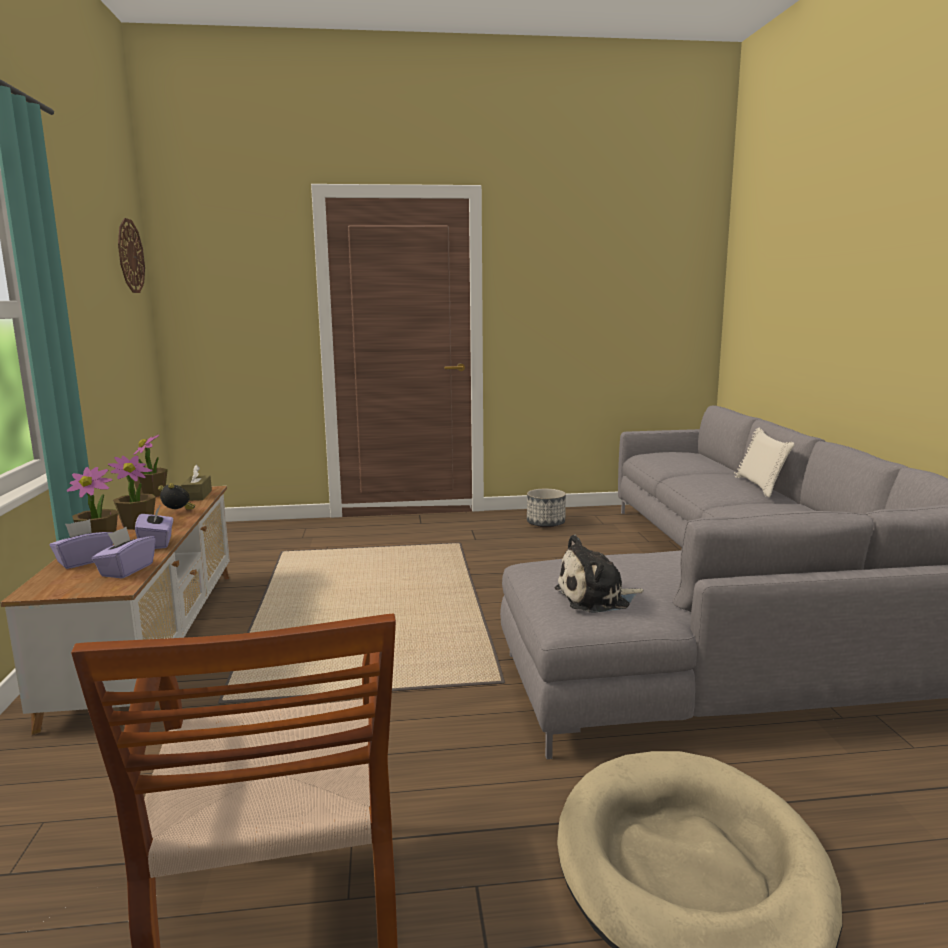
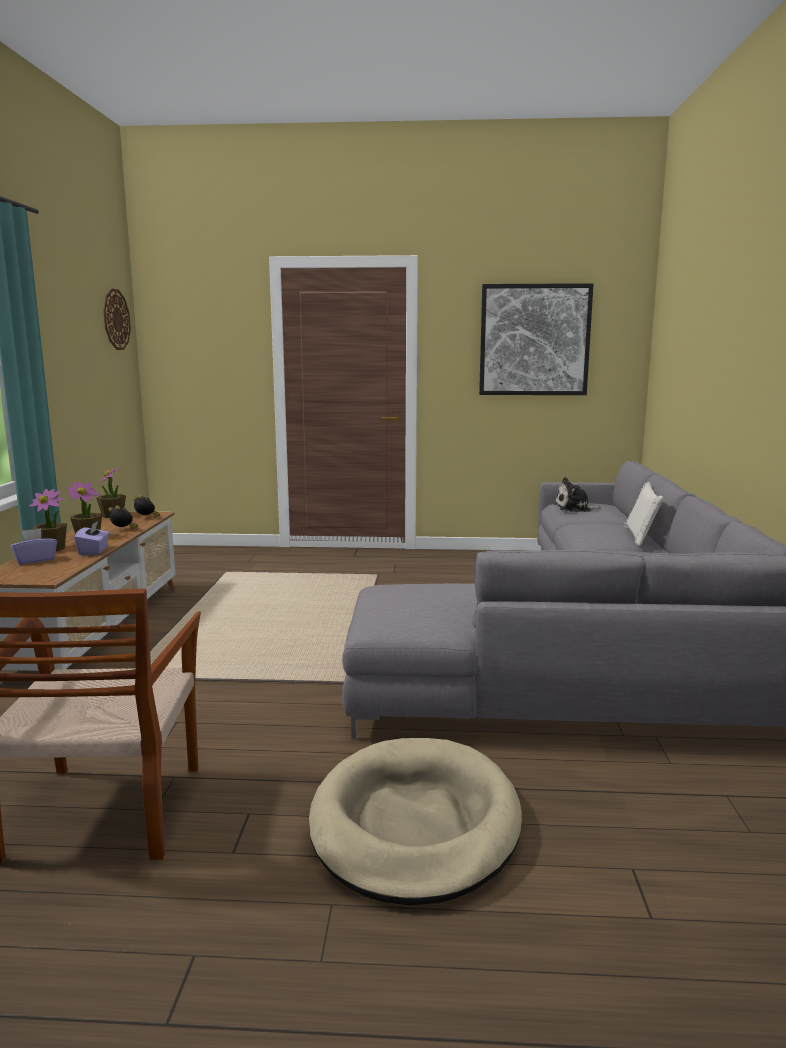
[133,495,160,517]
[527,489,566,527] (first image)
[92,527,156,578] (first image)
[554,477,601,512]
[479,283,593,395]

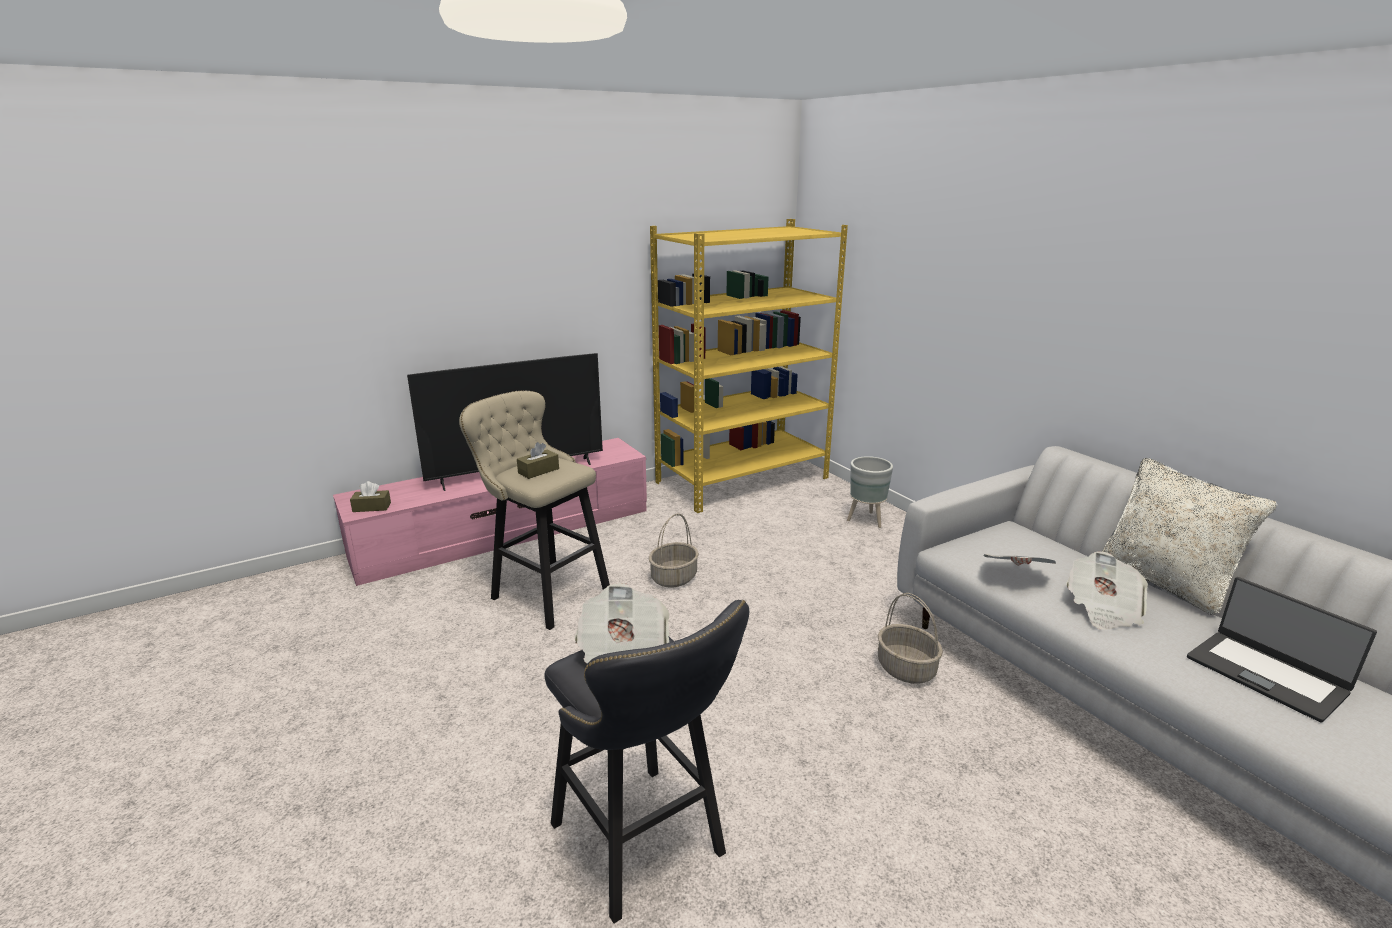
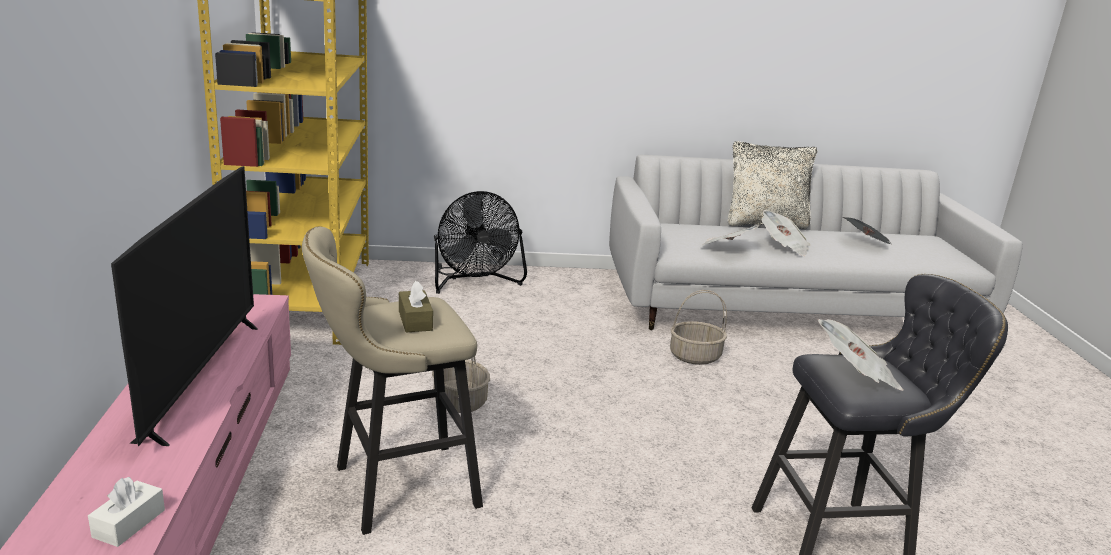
[434,191,527,294]
[88,477,165,547]
[843,217,891,244]

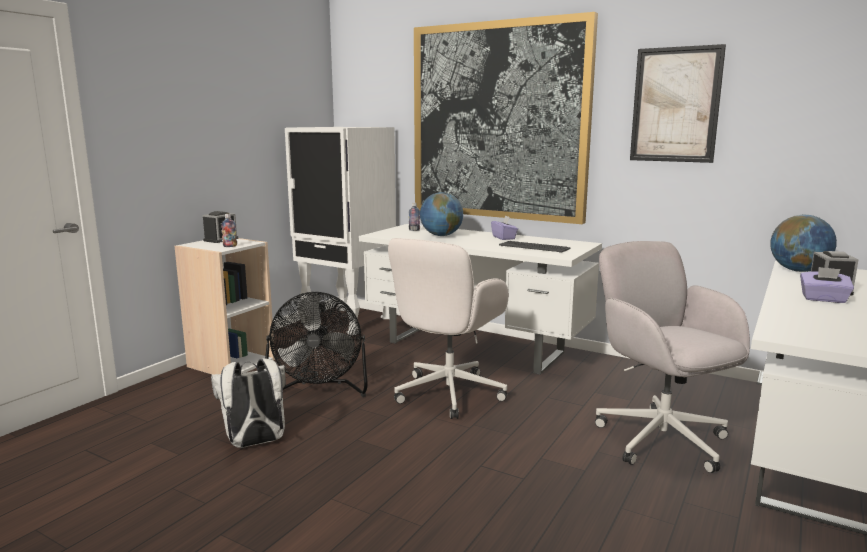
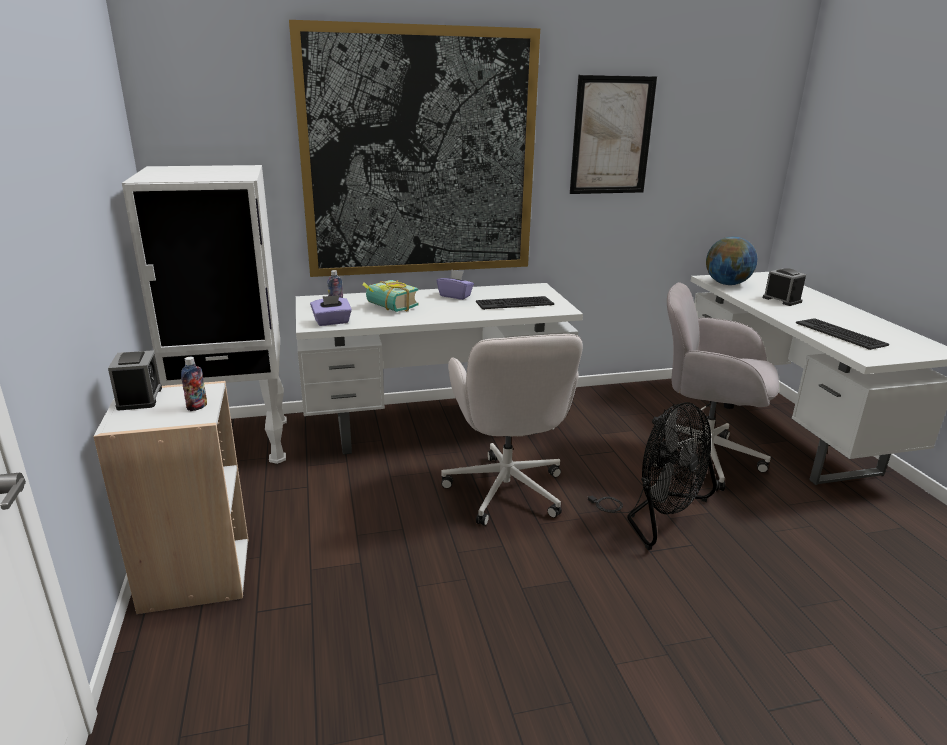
[363,280,419,312]
[310,295,352,326]
[588,402,717,550]
[211,358,286,448] (first image)
[796,318,889,350]

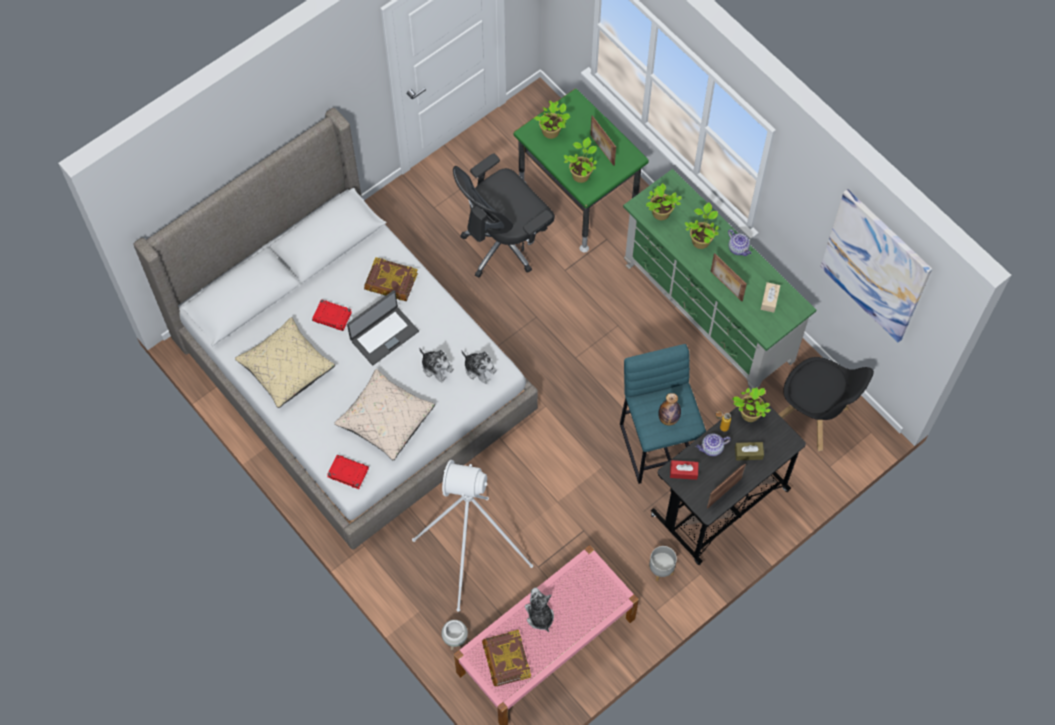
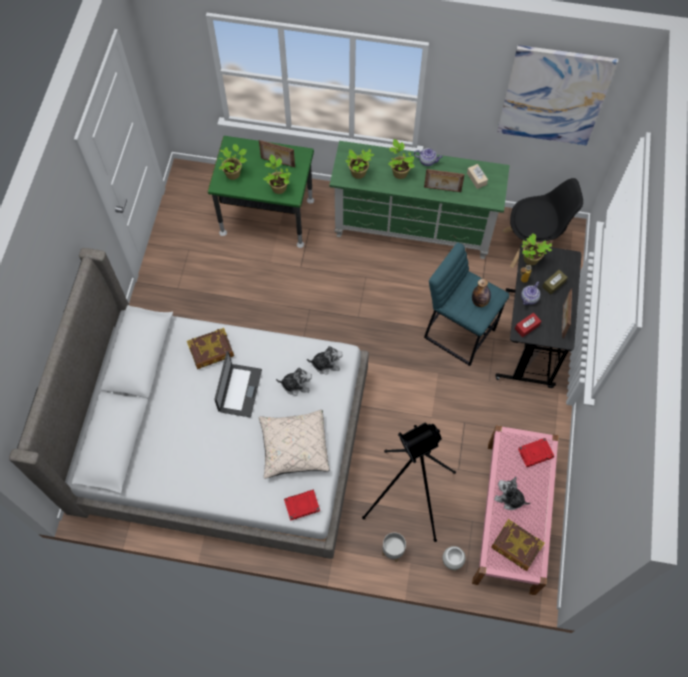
[453,153,555,278] (first image)
[518,438,554,467]
[235,317,335,408] (first image)
[362,423,456,542]
[382,533,406,562]

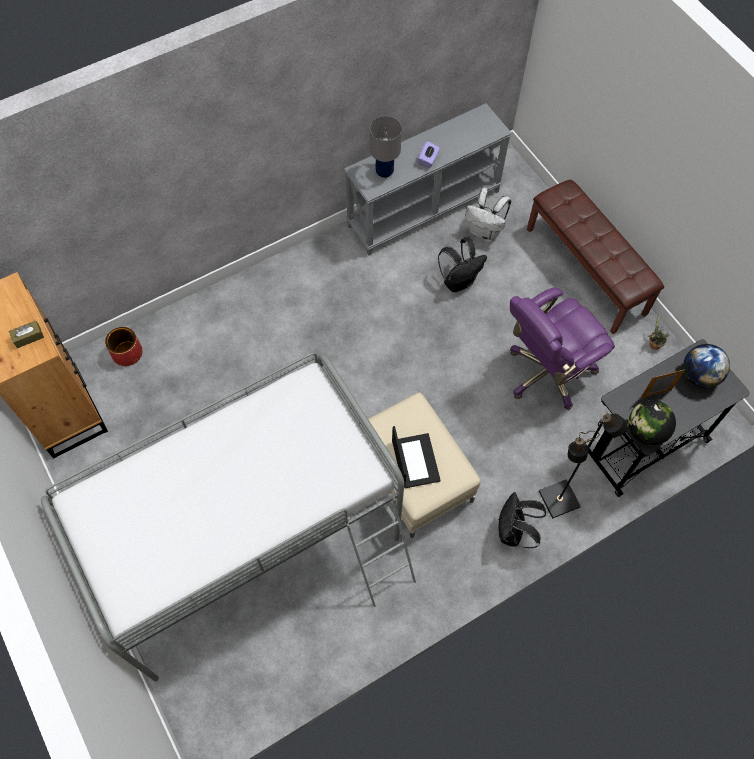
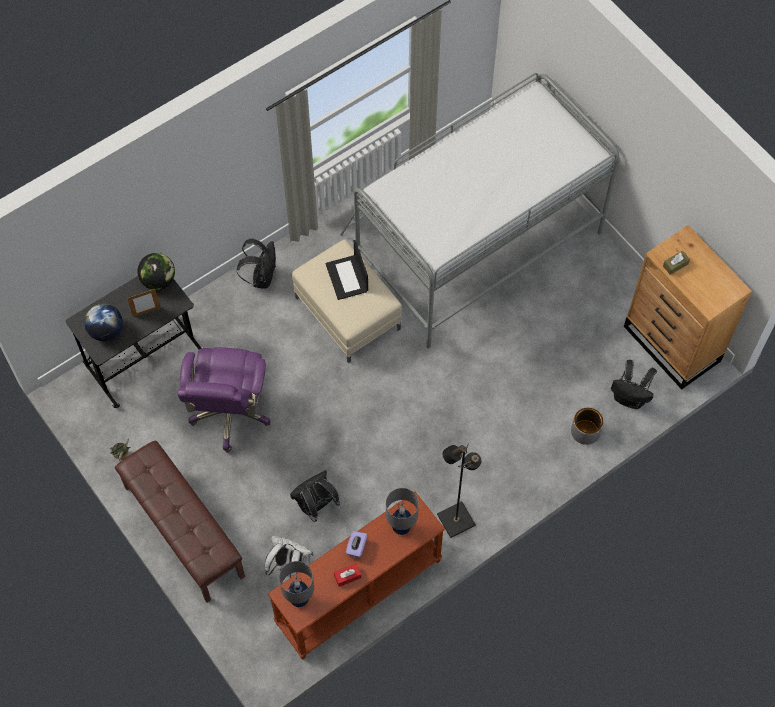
[268,491,445,660]
[177,347,271,453]
[611,360,657,409]
[437,444,482,538]
[571,408,604,445]
[279,561,314,607]
[334,563,361,587]

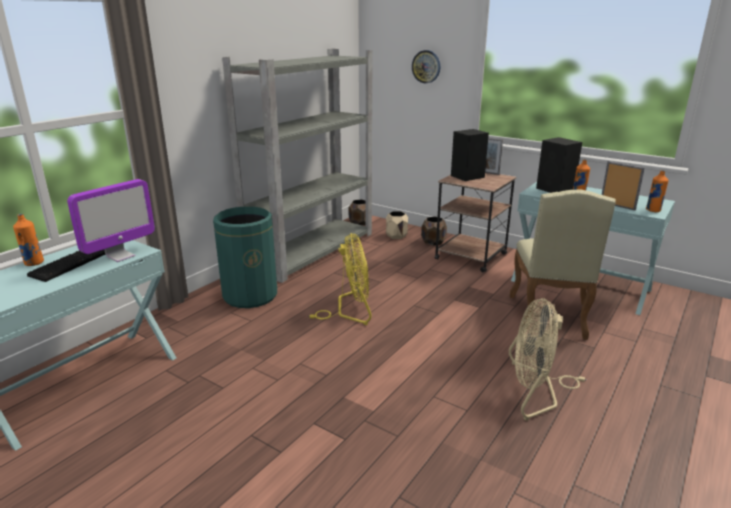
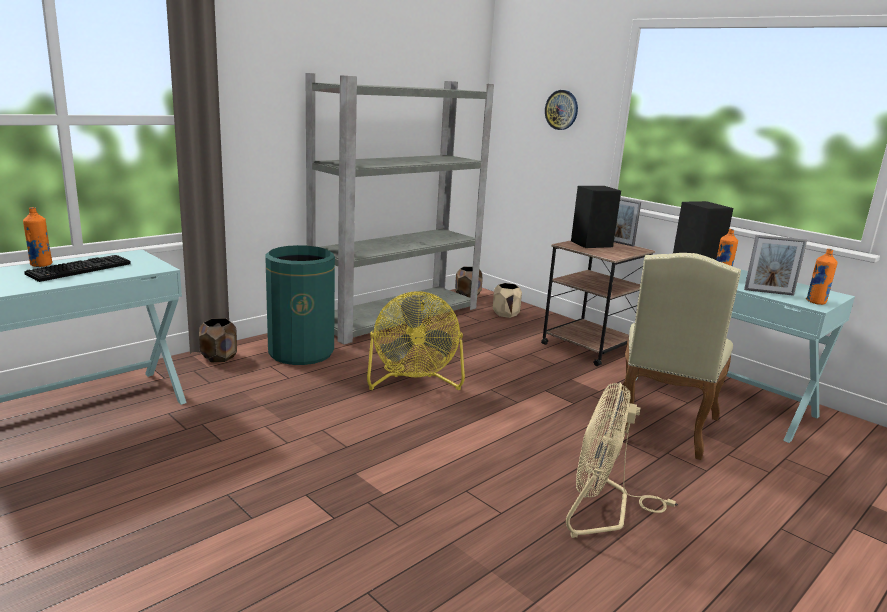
[744,235,807,296]
[67,179,155,262] (first image)
[199,318,237,362]
[367,291,465,390]

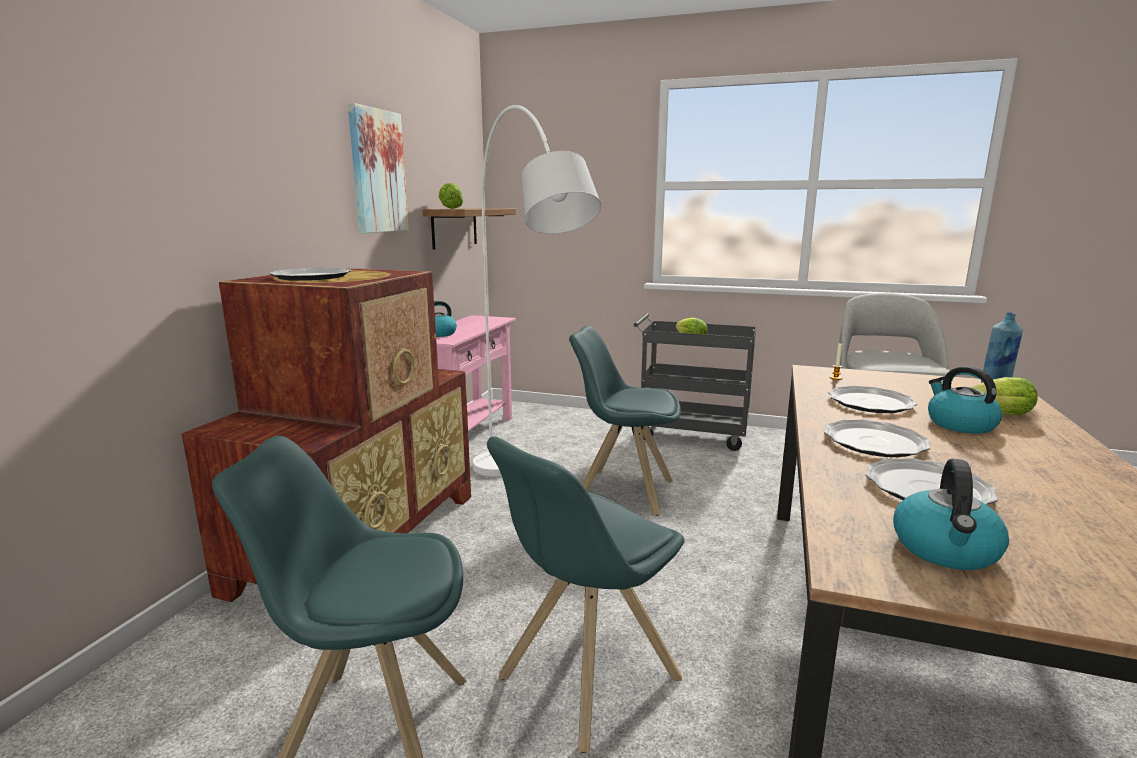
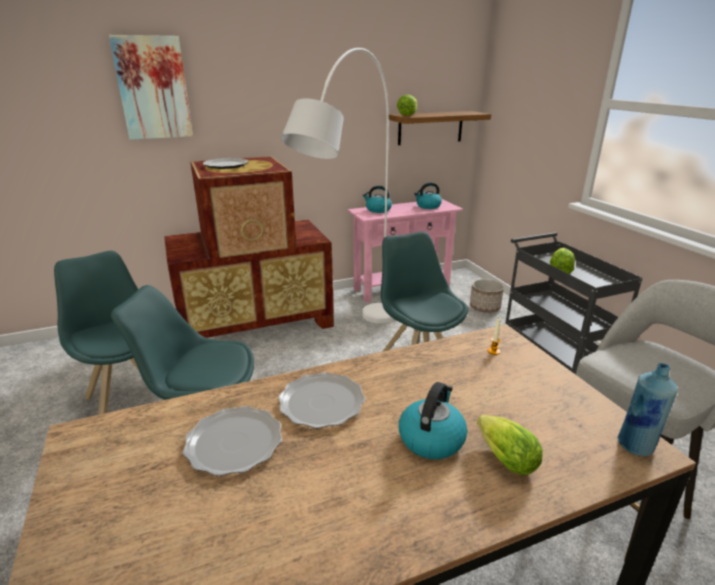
[109,35,193,140]
[828,386,918,413] (first image)
[414,183,442,209]
[470,279,504,313]

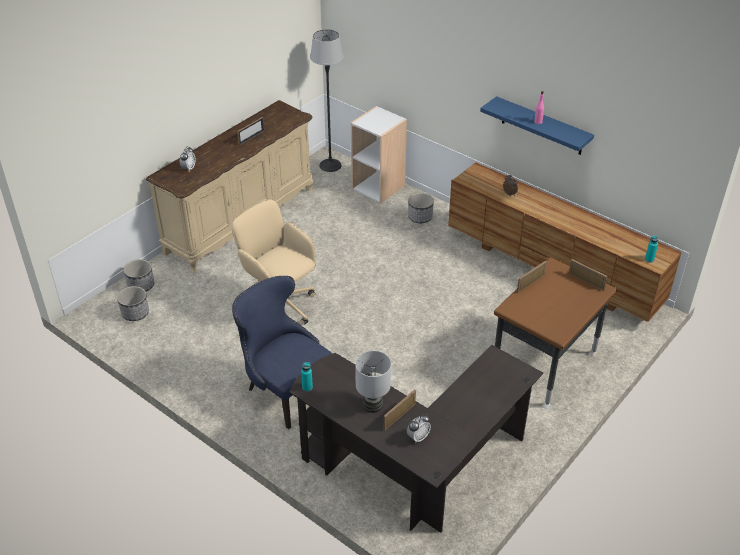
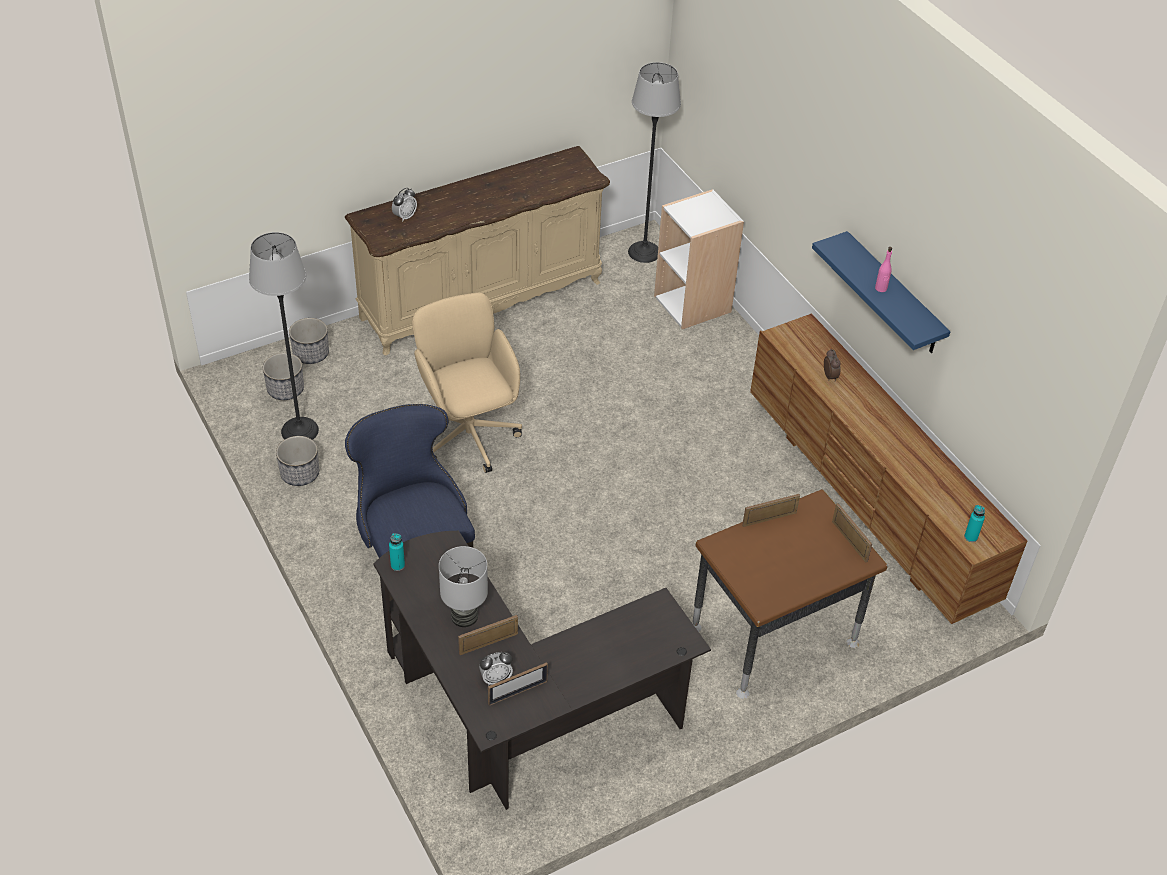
[488,662,548,706]
[276,436,319,486]
[249,232,319,440]

